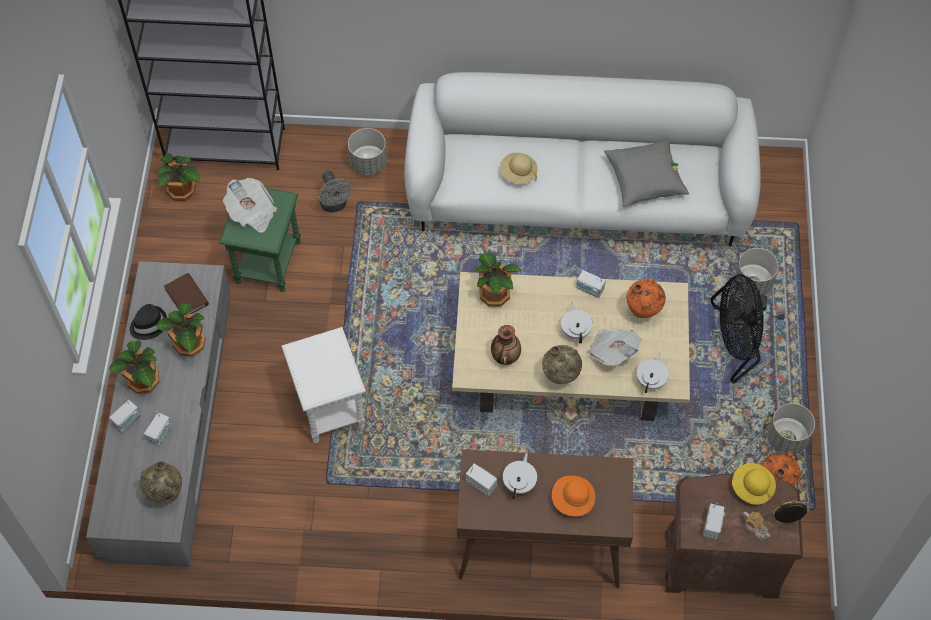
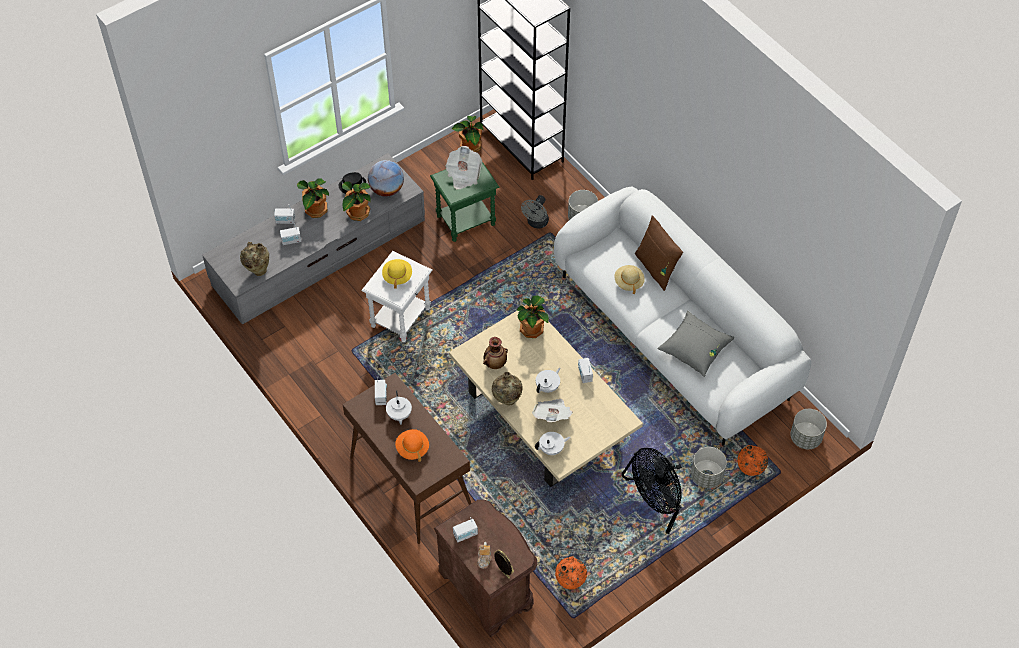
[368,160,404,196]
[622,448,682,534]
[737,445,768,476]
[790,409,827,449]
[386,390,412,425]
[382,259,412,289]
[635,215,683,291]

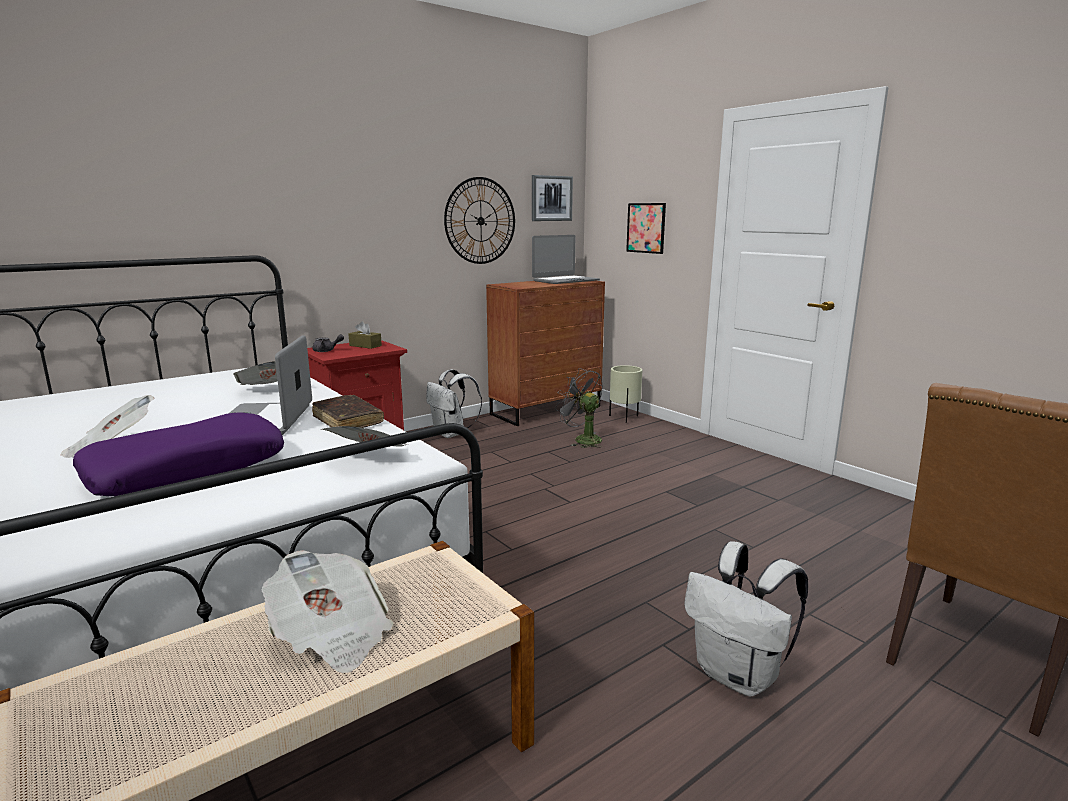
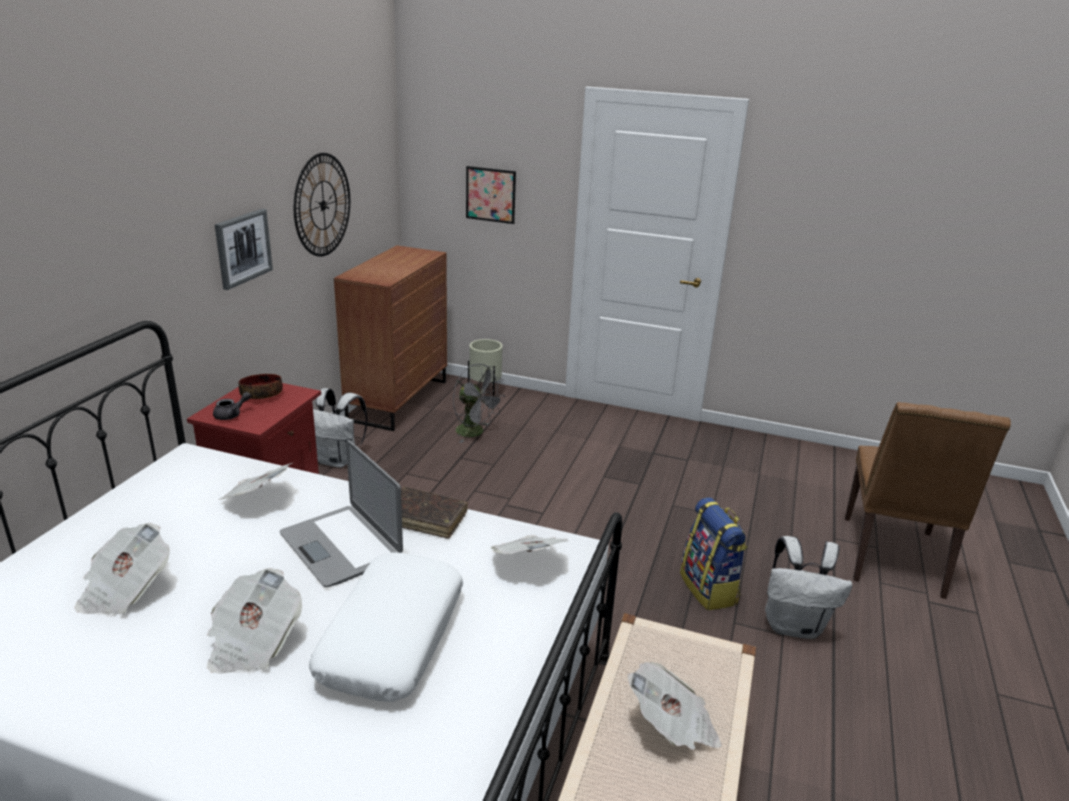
[215,209,273,290]
[532,235,600,284] (first image)
[239,374,283,399]
[453,364,505,443]
[309,552,463,702]
[680,497,748,610]
[75,523,170,615]

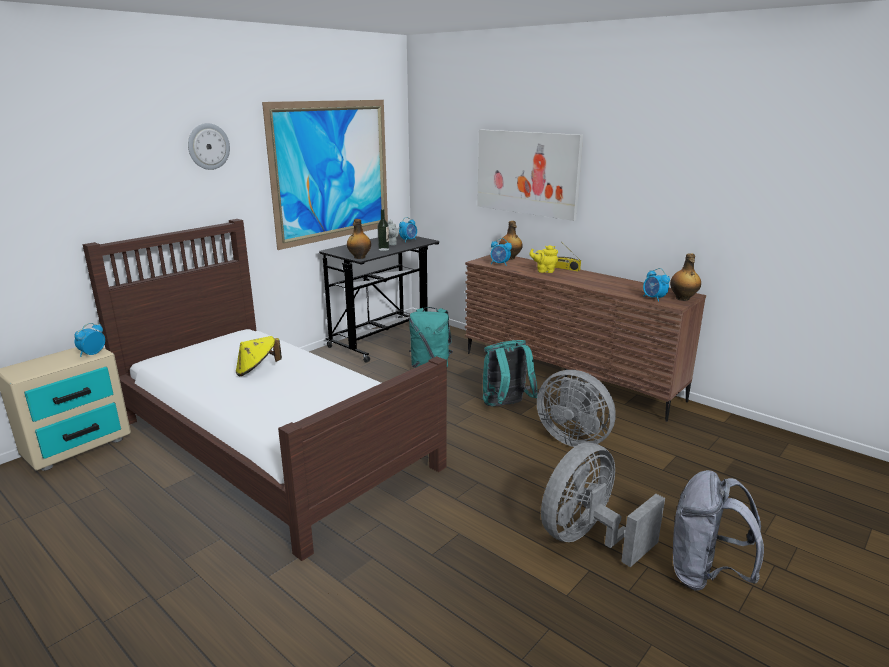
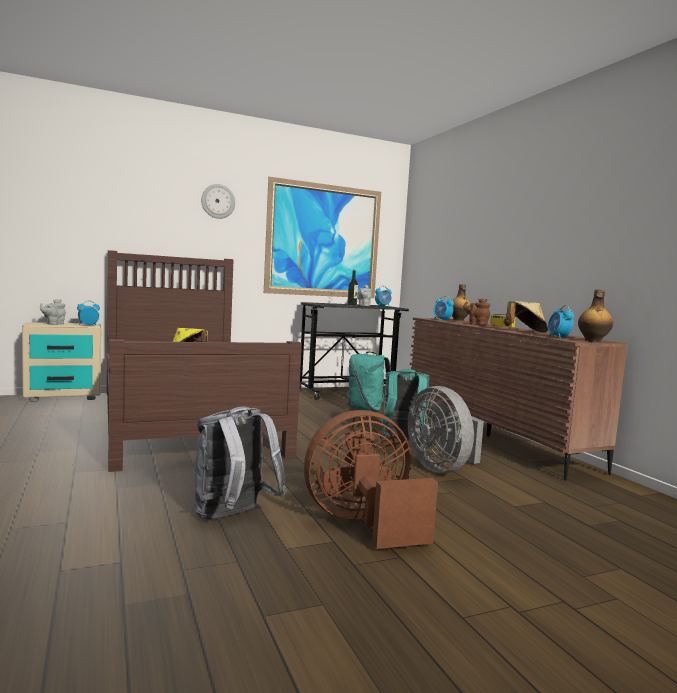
[477,130,583,221] (first image)
[347,219,371,259] (first image)
[463,298,490,325]
[304,410,438,549]
[195,406,287,520]
[40,299,66,325]
[506,301,548,332]

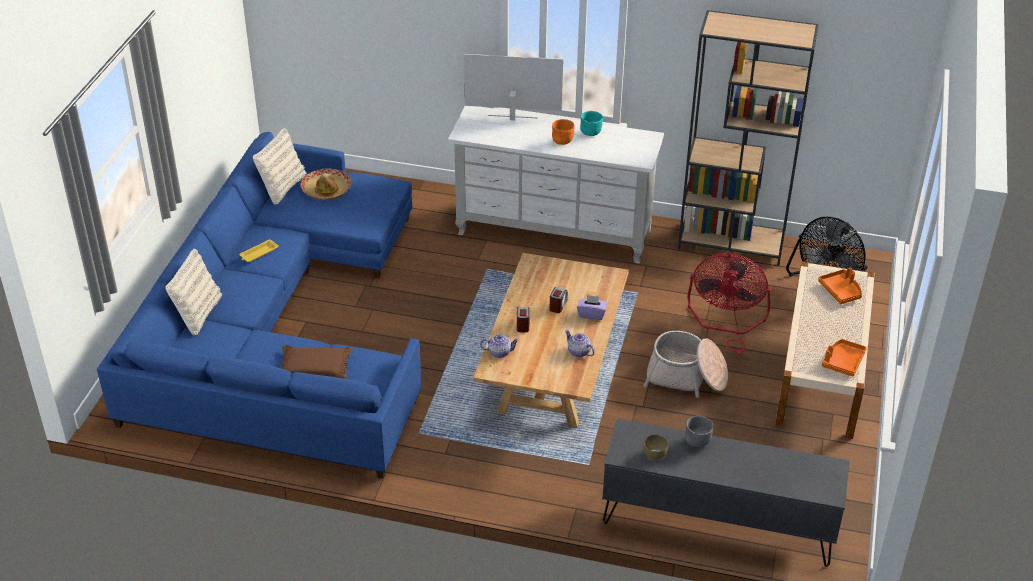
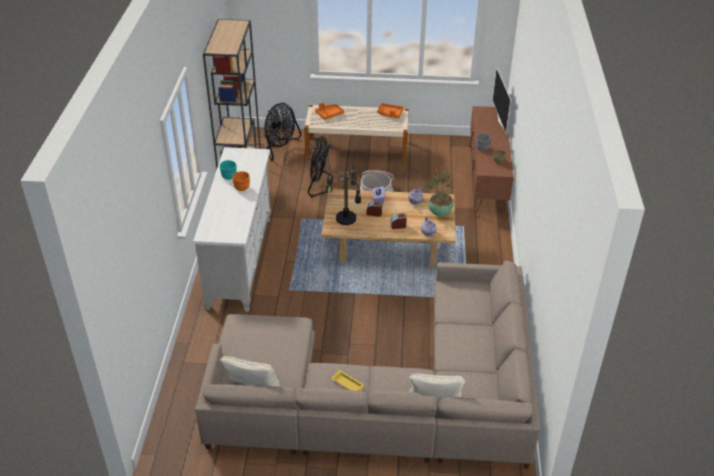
[493,68,511,134]
[195,260,540,468]
[300,168,351,200] (first image)
[308,136,352,198]
[280,345,353,379] (first image)
[469,106,514,217]
[326,165,361,225]
[426,170,454,216]

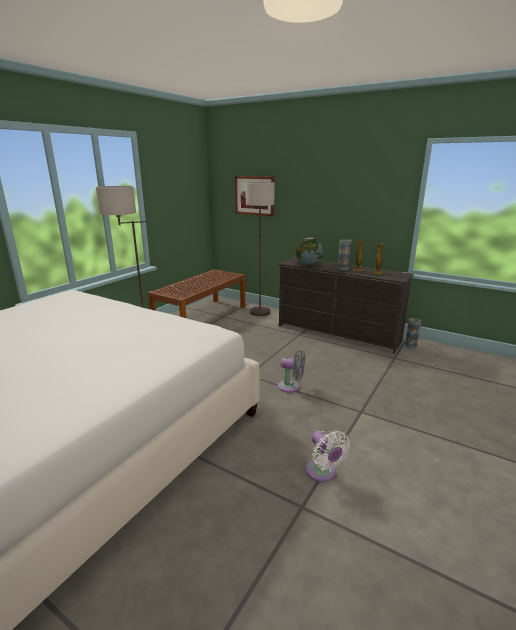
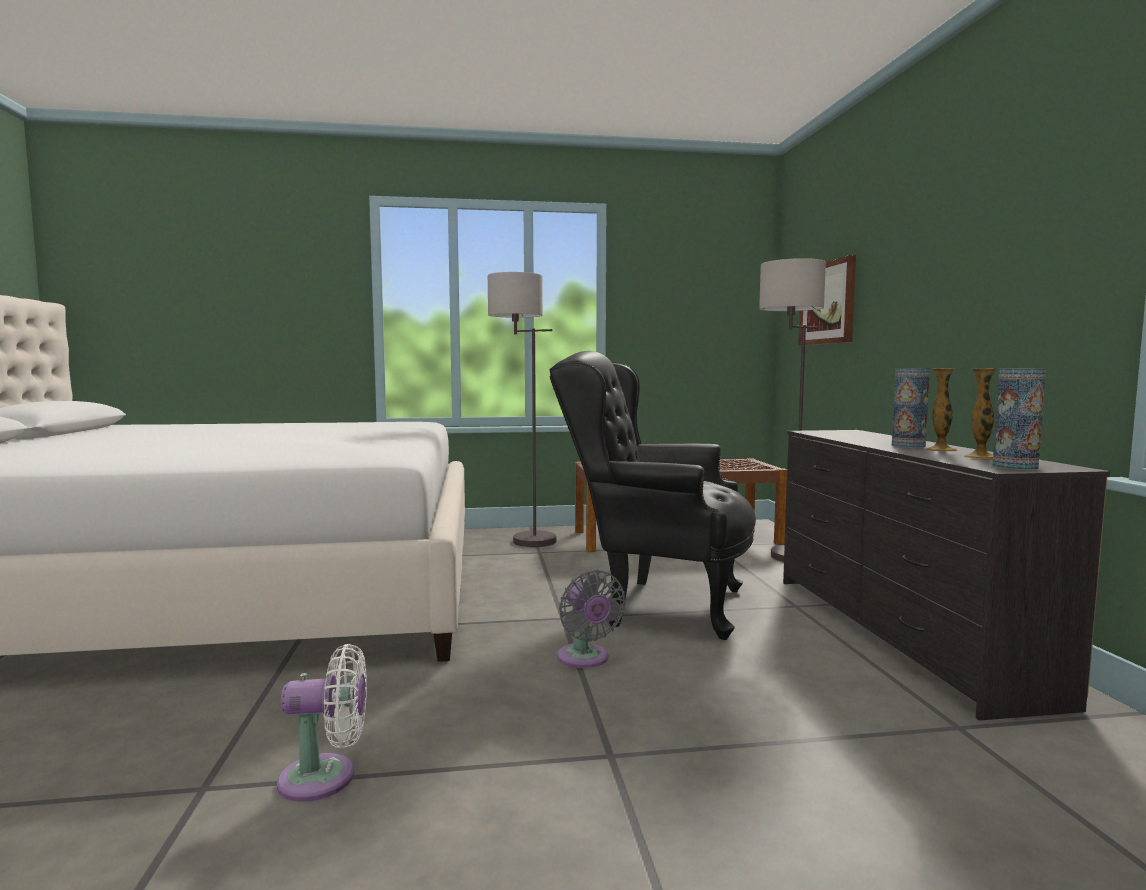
[295,237,323,266] (first image)
[993,368,1046,470]
[277,644,367,802]
[549,351,756,640]

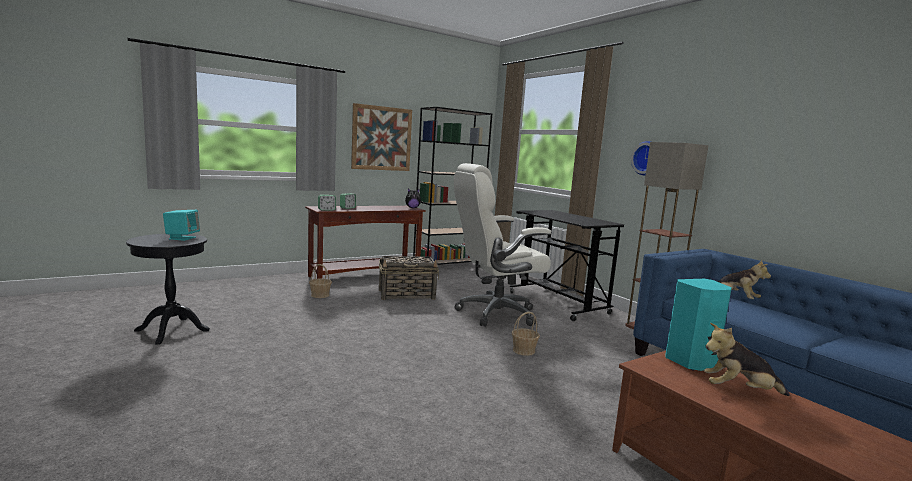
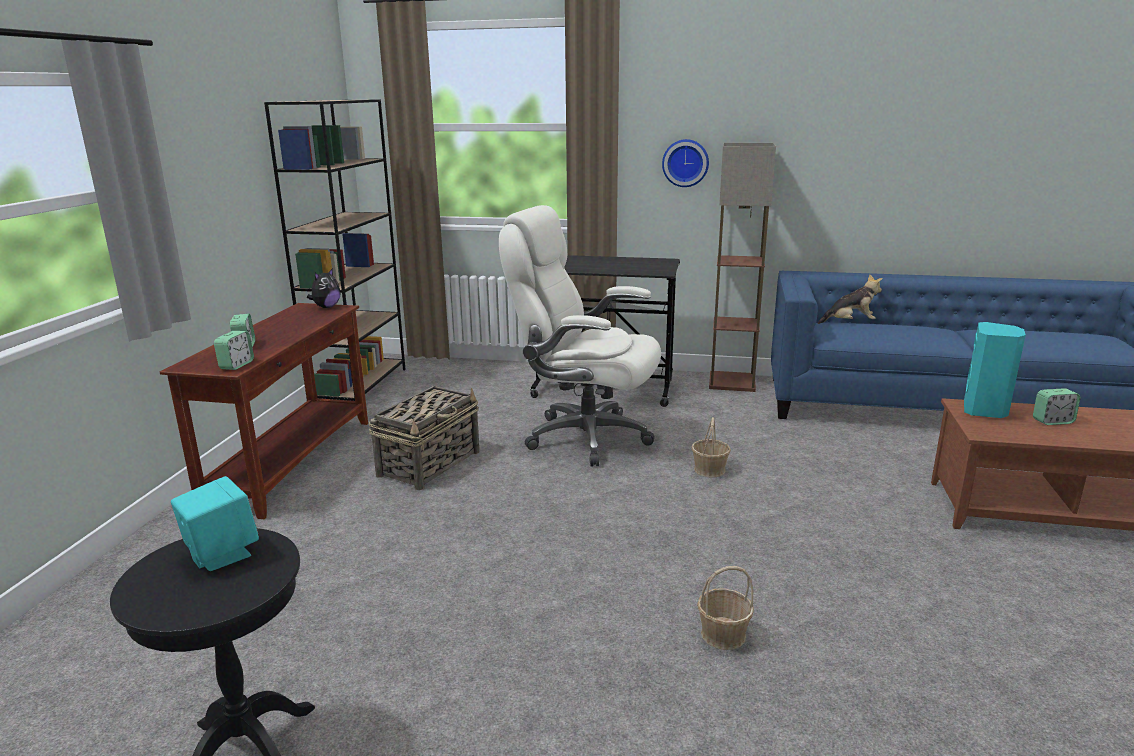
[351,103,412,171] (first image)
[499,205,661,467]
[697,566,754,650]
[1033,388,1081,425]

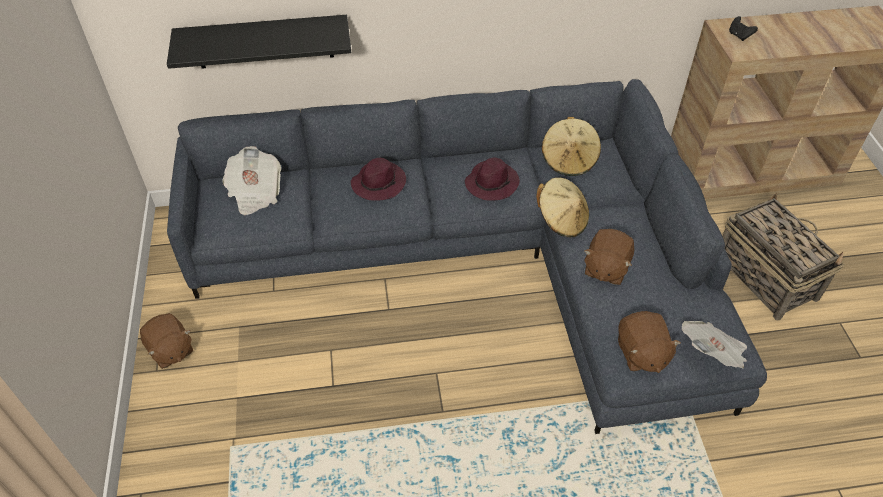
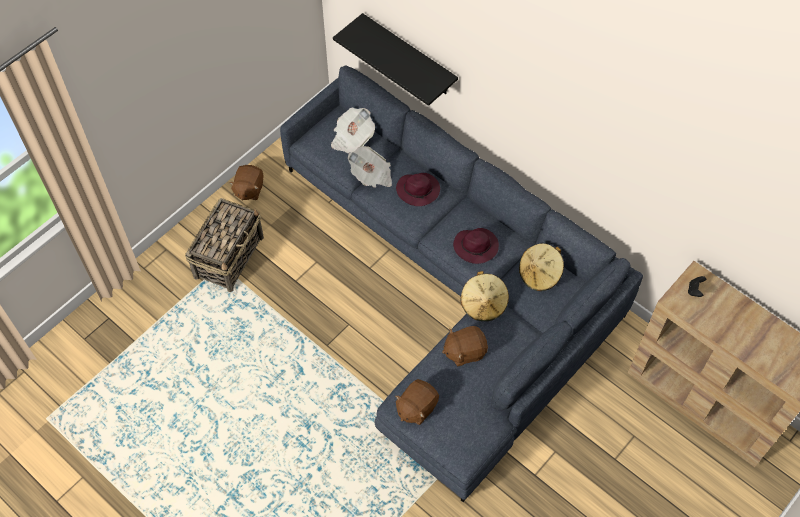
[185,198,264,292]
[348,146,392,188]

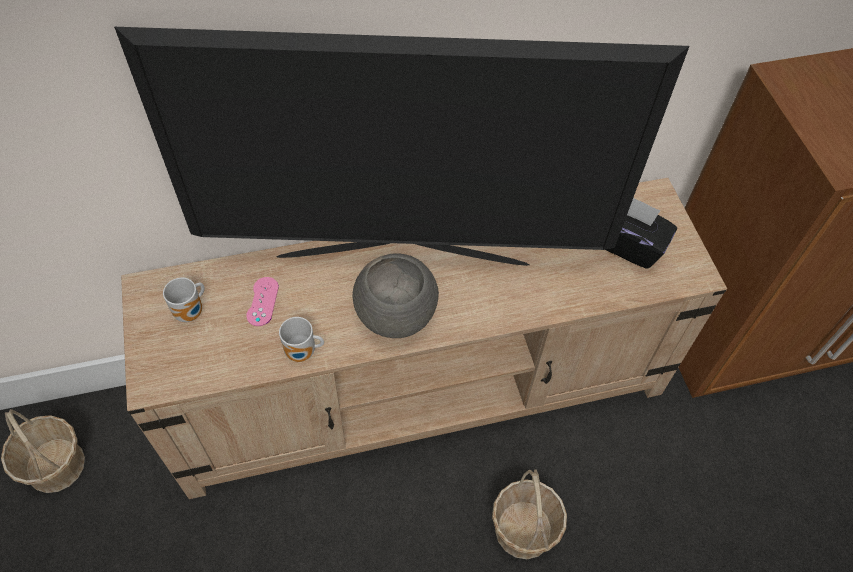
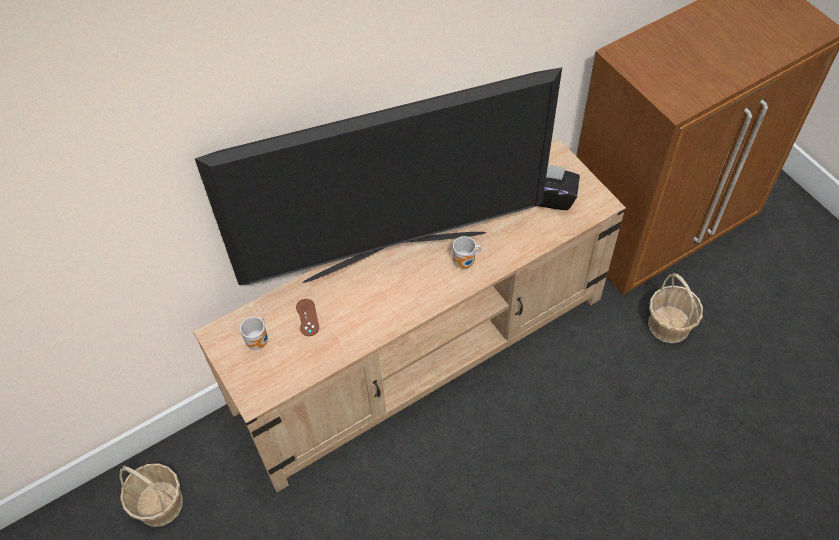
[353,253,439,338] (first image)
[296,299,319,336]
[453,236,482,269]
[648,273,703,343]

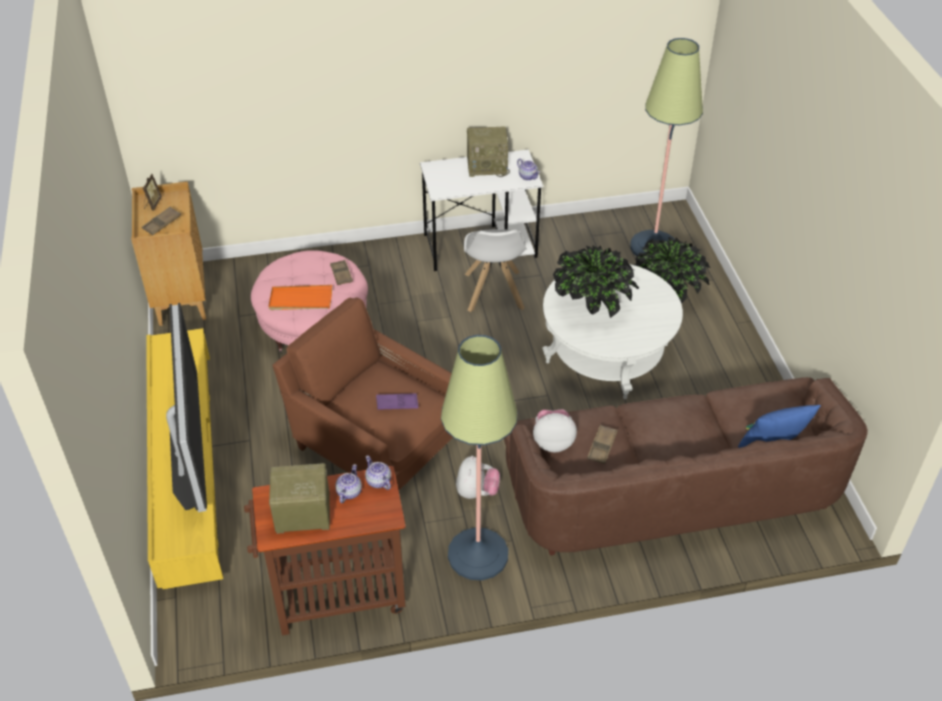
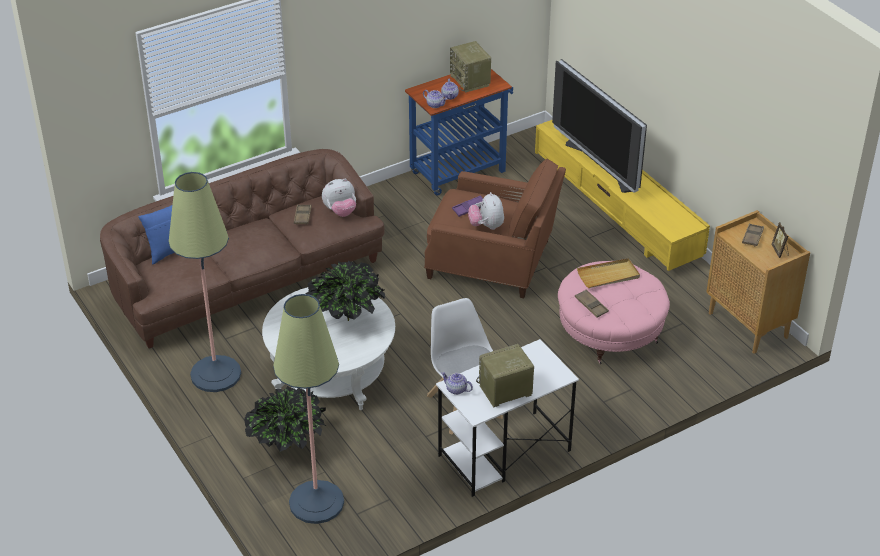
[577,258,640,288]
[168,172,241,392]
[468,192,504,230]
[450,41,491,93]
[405,69,513,196]

